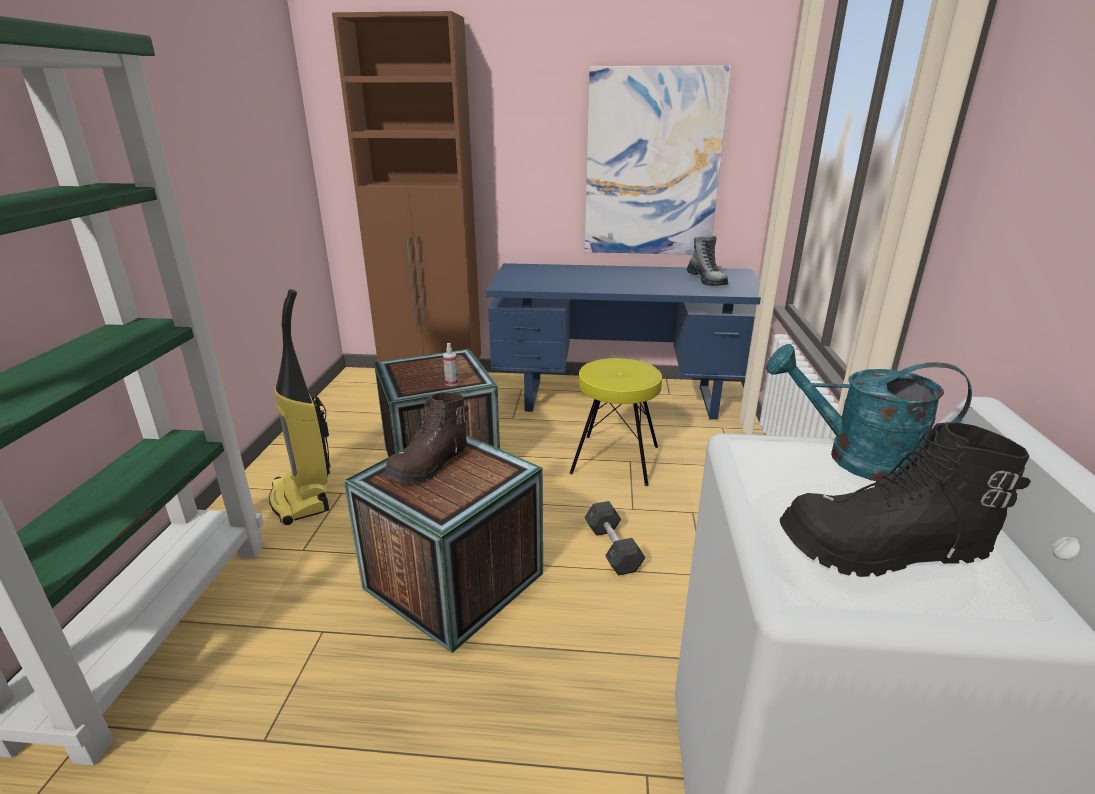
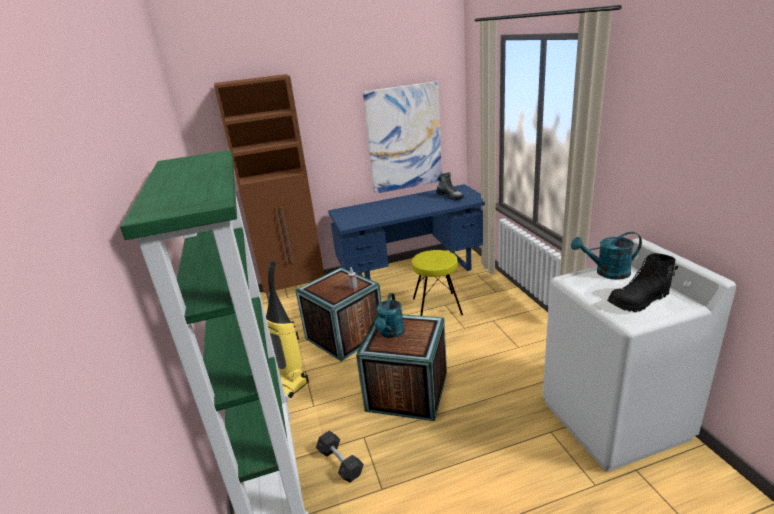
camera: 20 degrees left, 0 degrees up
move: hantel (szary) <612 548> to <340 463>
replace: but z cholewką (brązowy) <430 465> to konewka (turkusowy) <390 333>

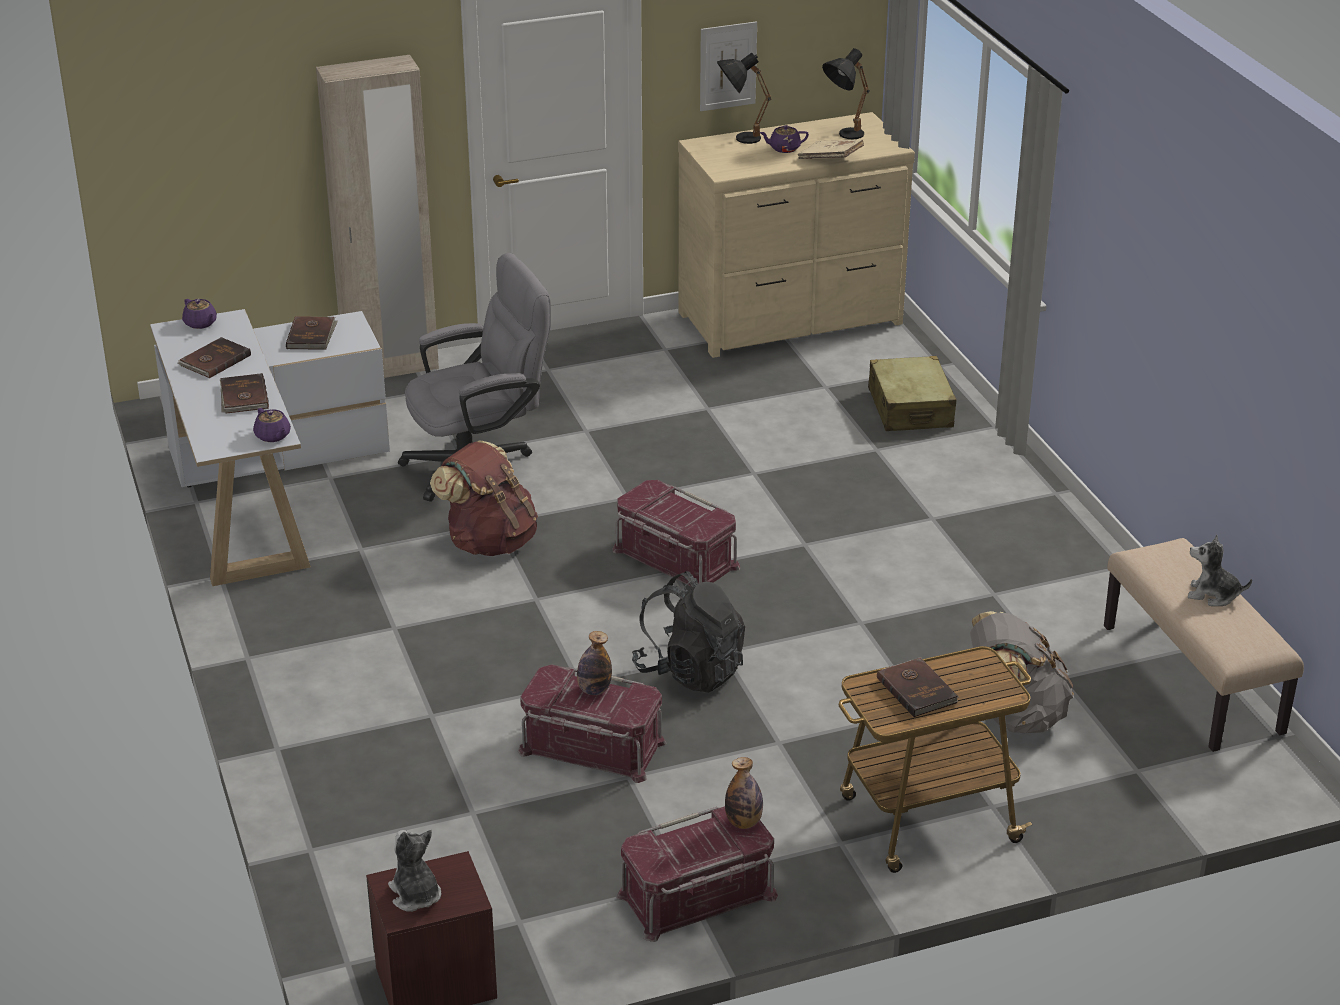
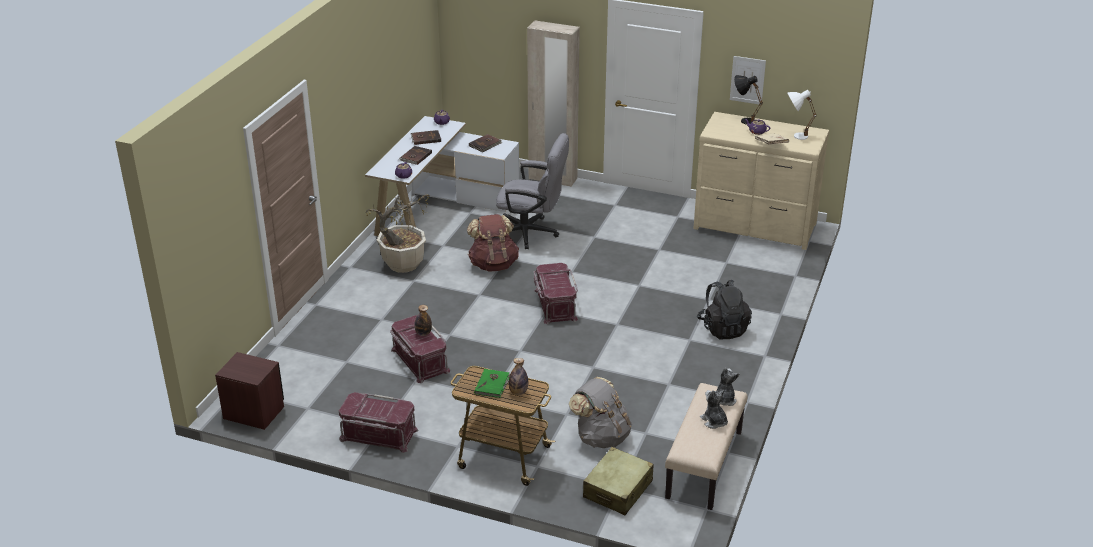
camera: 40 degrees right, 0 degrees up
insert: roślina doniczkowa <403 264>
move: butelka <743 822> to <518 392>; walizka (beżowy) <910 408> to <618 489>; plecak (czarny) <690 671> to <723 328>; pluszak <415 895> to <724 399>
recolor: książka (brązowy) <917 689> to książka (zielony) <493 385>; lampa stołowa (czarny) <843 136> to lampa stołowa (biały) <795 136>

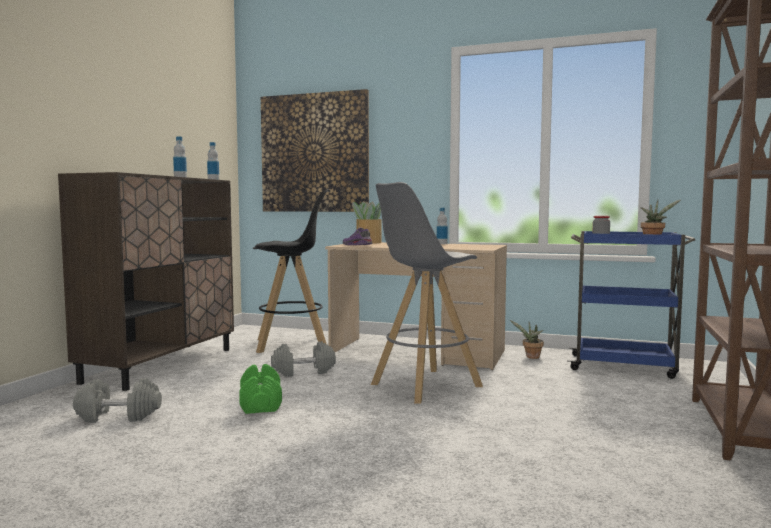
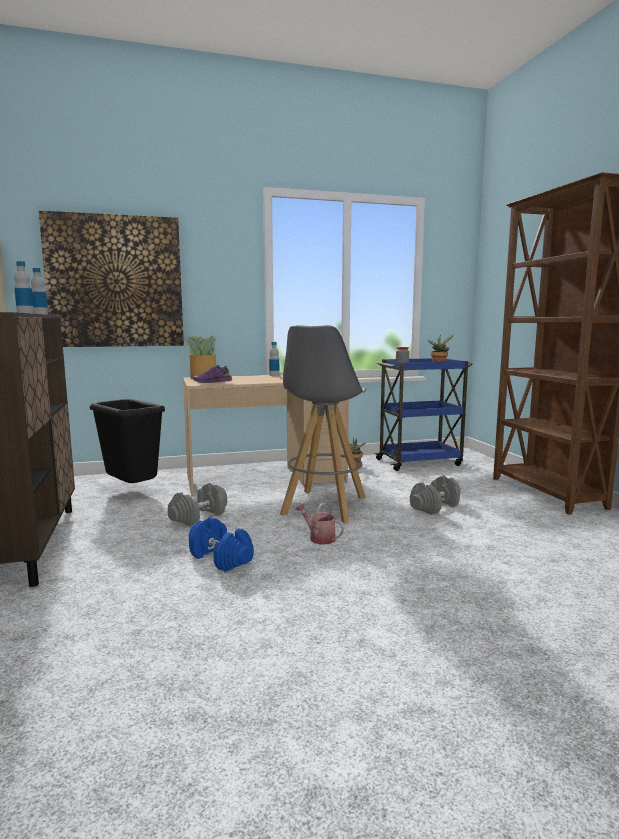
camera: 35 degrees left, 5 degrees up
insert: konewka <319 538>
move: hantel (szary) <118 416> to <435 507>
replace: stołek (czarny) <293 344> to kosz na śmieci (czarny) <132 491>
recolor: hantel (zielony) <261 404> to hantel (niebieski) <221 558>

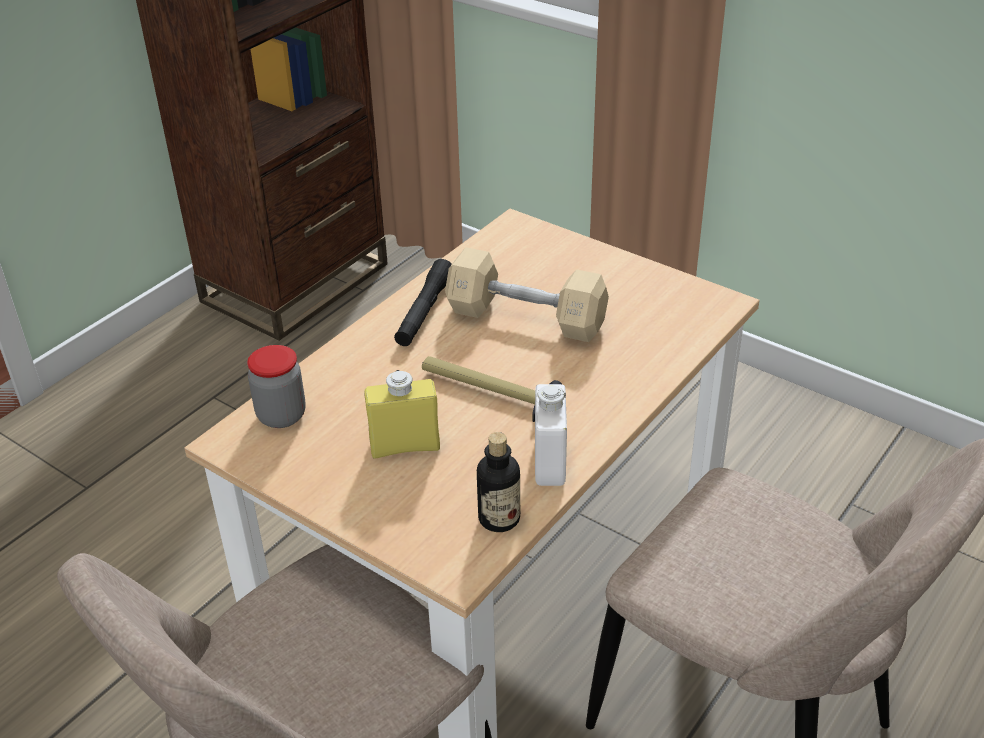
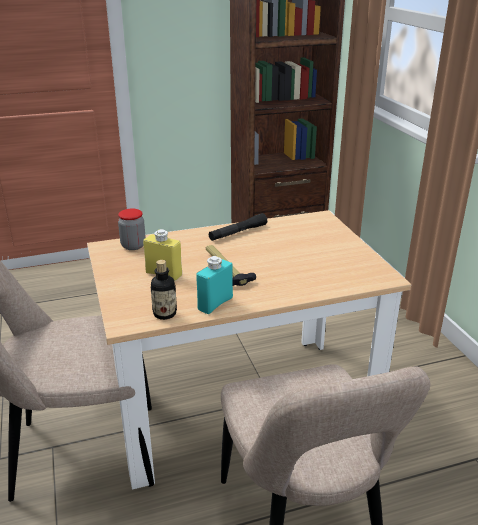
camera: 35 degrees right, 10 degrees down
delete: hantel (beżowy) <526 317>
recolor: butelka (biały) <549 461> to butelka (turkusowy) <215 303>

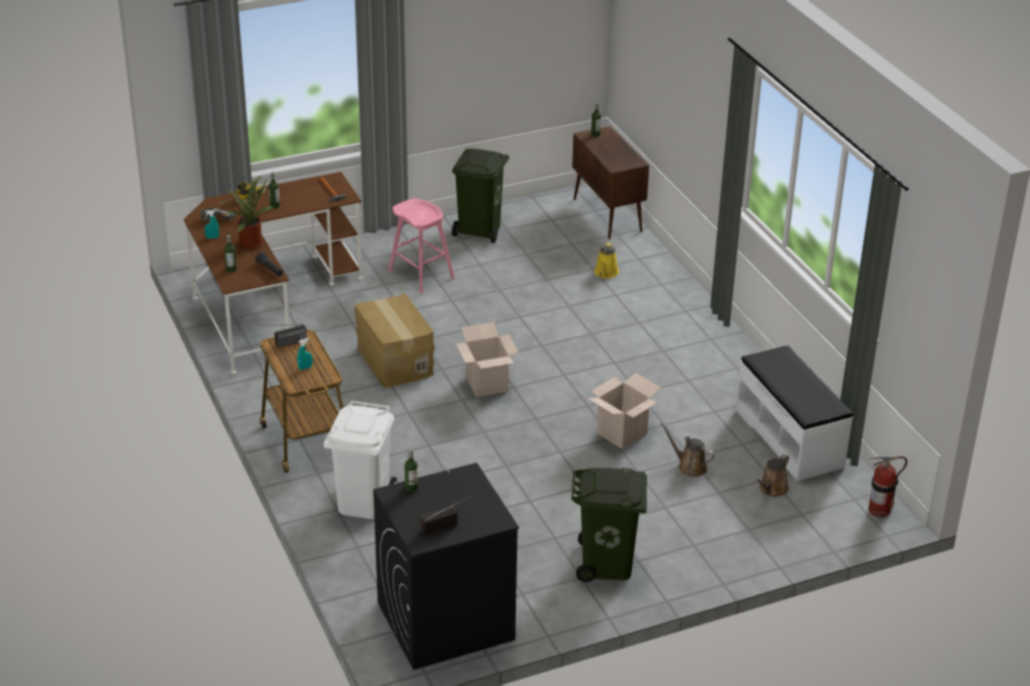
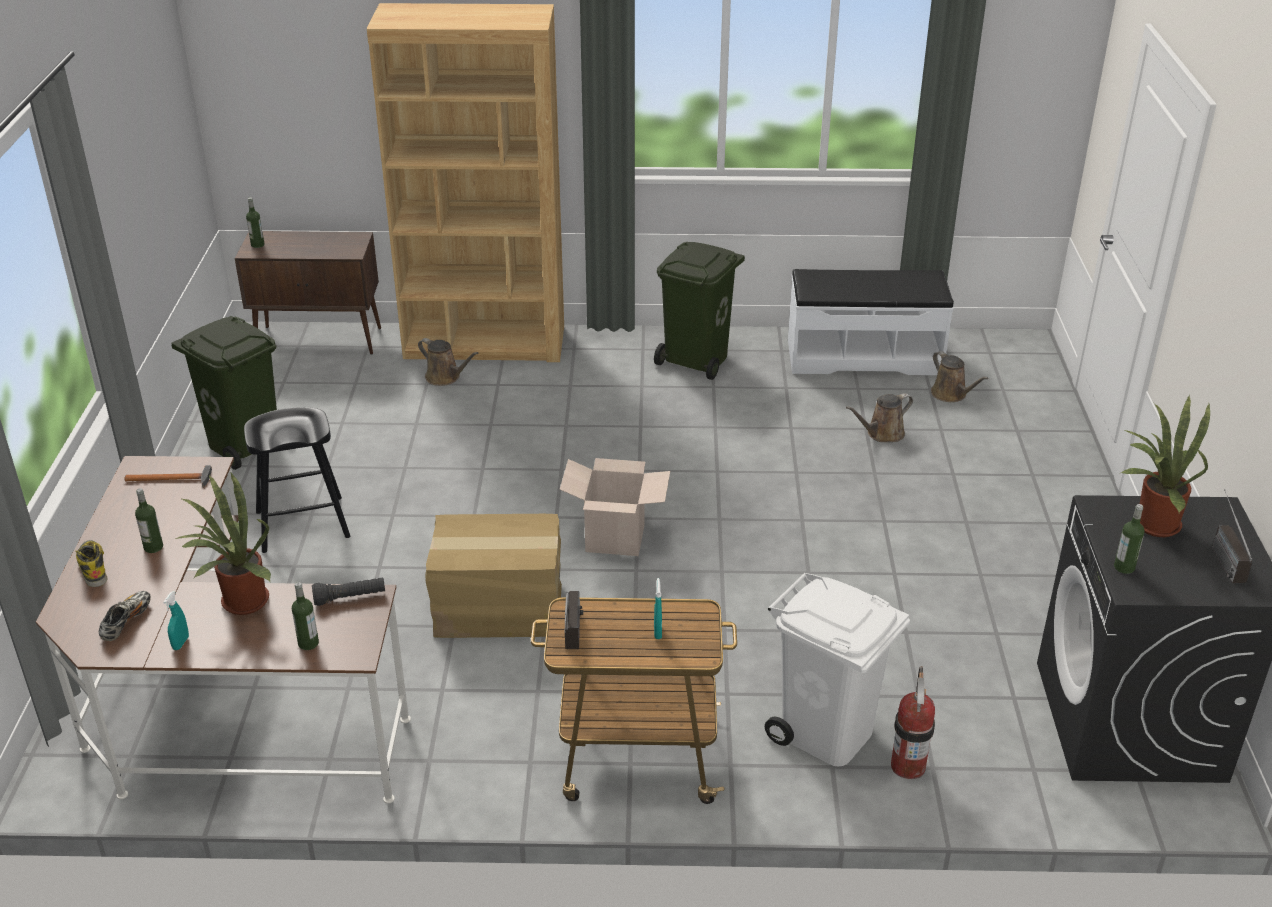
camera: 65 degrees left, 0 degrees up
delete: karton <622 433>
insert: regał (brązowy) <485 343>; roślina doniczkowa <1151 523>
move: kosz na śmieci (zielony) <607 565> to <697 360>; gaśnica <879 510> to <908 766>
recolor: stołek (różowy) <421 275> to stołek (czarny) <302 525>; konewka (żółty) <606 273> to konewka (brązowy) <445 377>

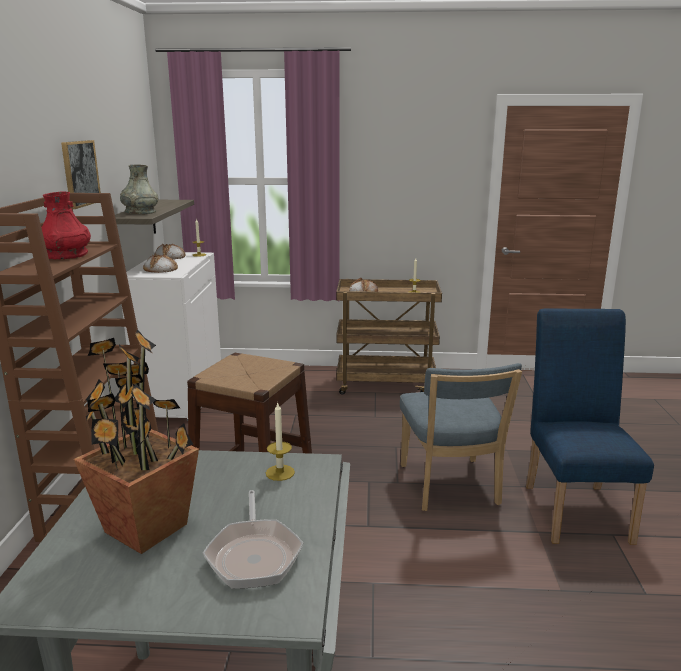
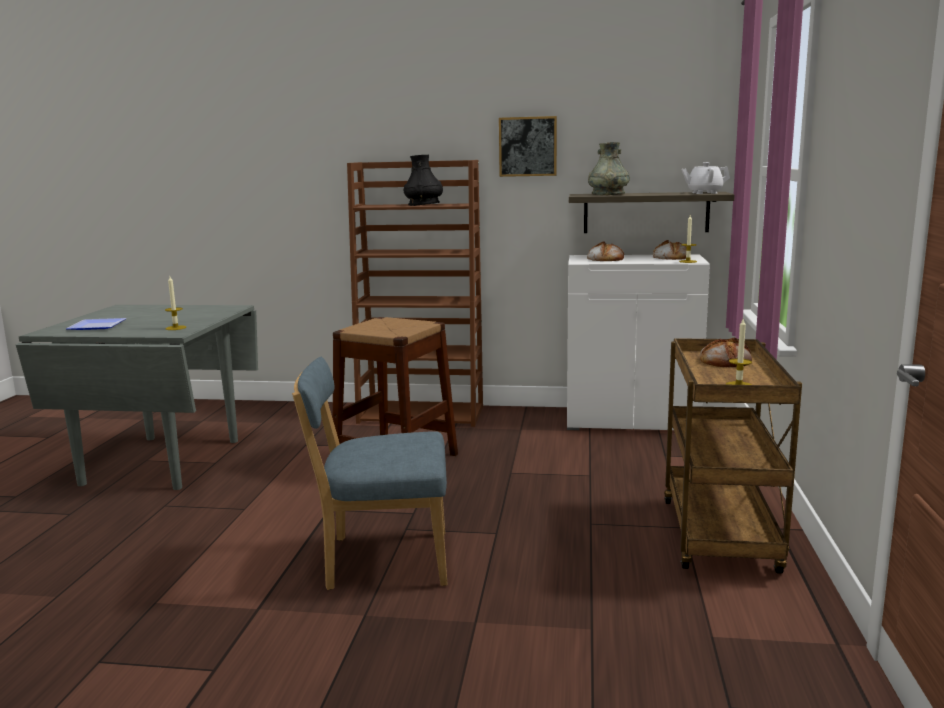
camera: 95 degrees right, 5 degrees down
delete: roślina doniczkowa <145 529>; krzesło (niebieski) <575 507>
insert: imbryk (biały) <704 193>
replace: patelnia <254 554> to talerz <98 327>
recolor: wazon (czerwony) <66 255> to wazon (czarny) <424 205>

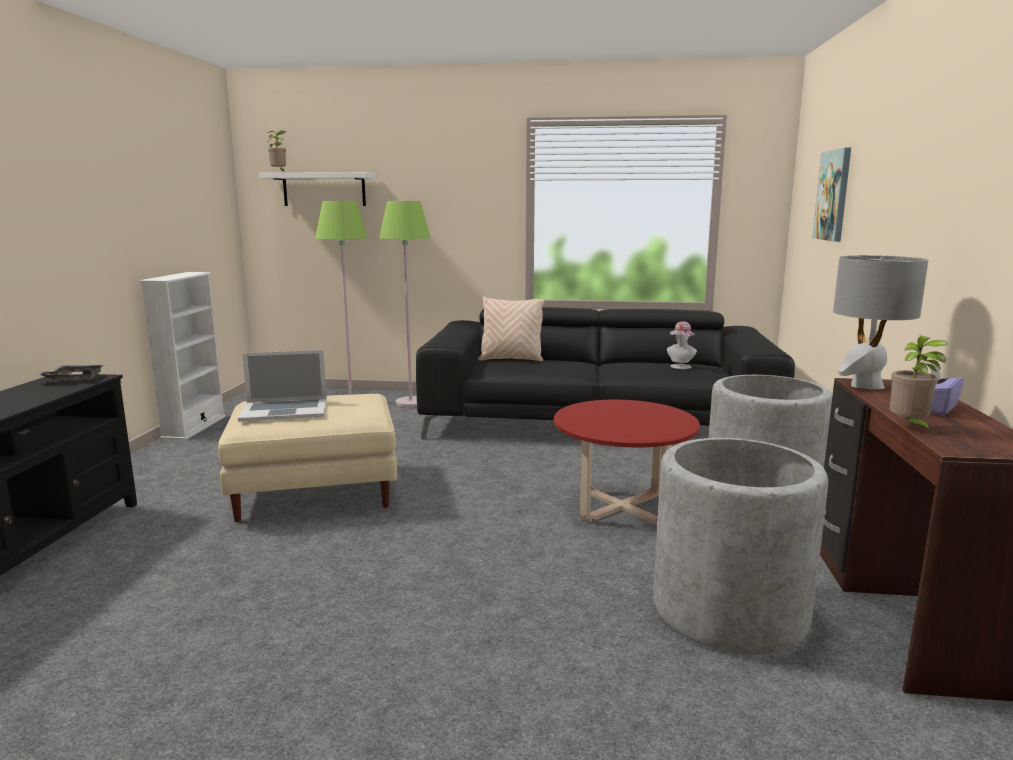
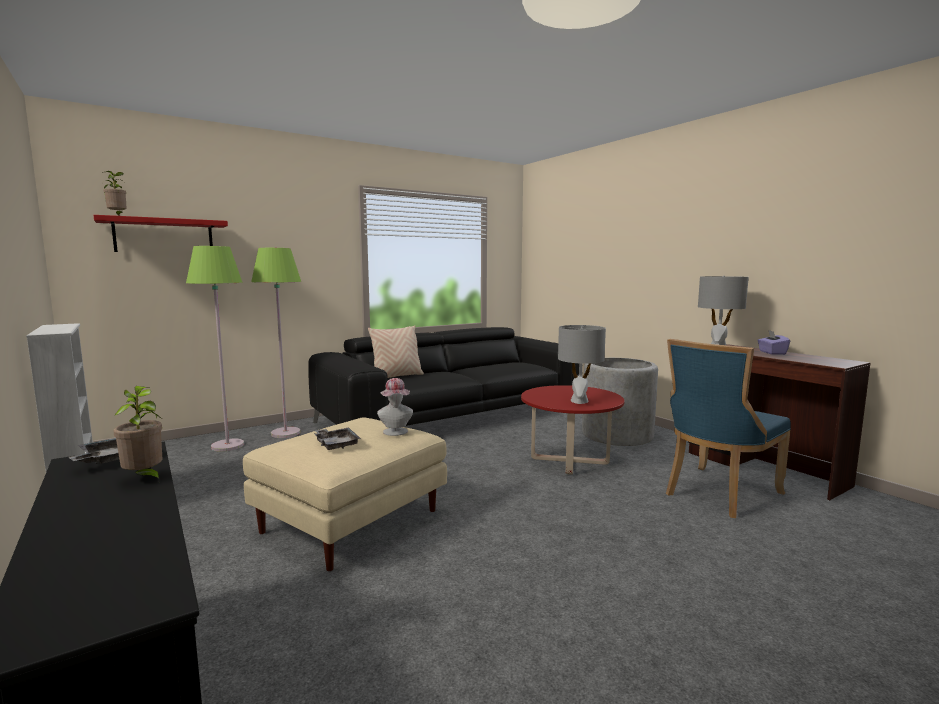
camera: 40 degrees left, 5 degrees down
delete: obraz <833 195>
insert: lampa stołowa (szary) <579 401>
move: roślina doniczkowa <909 427> to <144 478>; kapelusz <680 367> to <396 432>
replace: laptop <284 410> to taca (szary) <336 444>; donica (szary) <728 610> to krzesło (niebieski) <718 494>
recolor: półka (biały) <324 189> to półka (czerwony) <164 236>

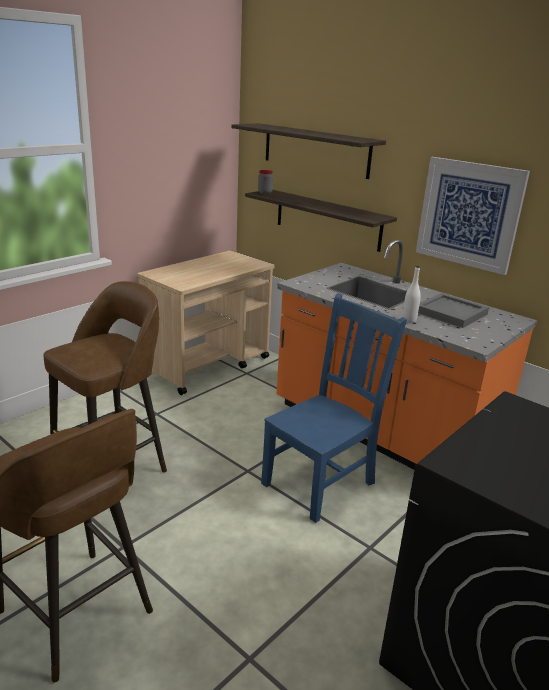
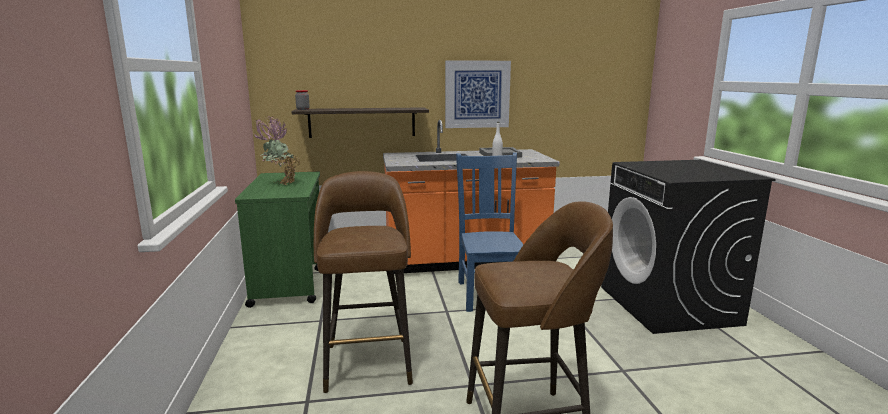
camera: 50 degrees left, 10 degrees down
delete: półka <315 150>
insert: roślina doniczkowa <280 183>
recolor: wózek (beżowy) <208 365> to wózek (zielony) <290 280>

